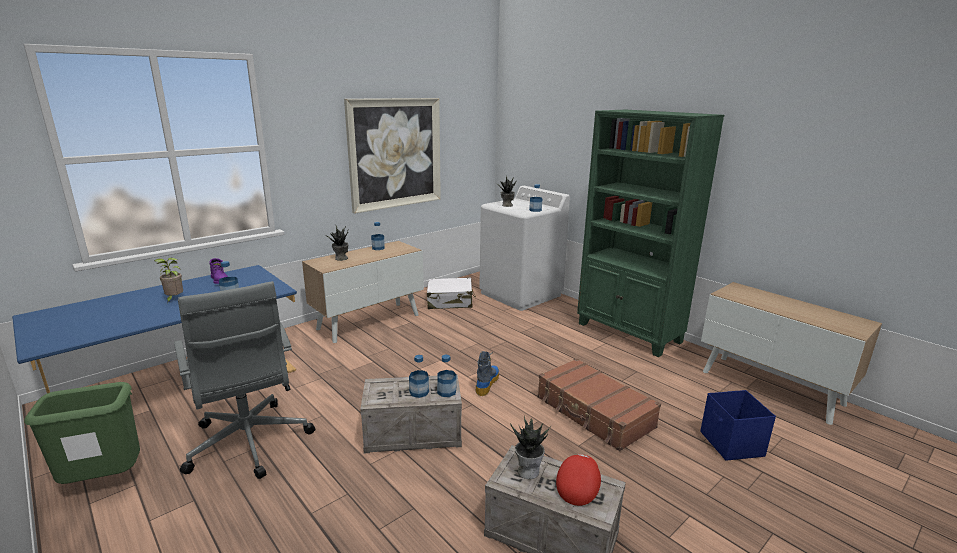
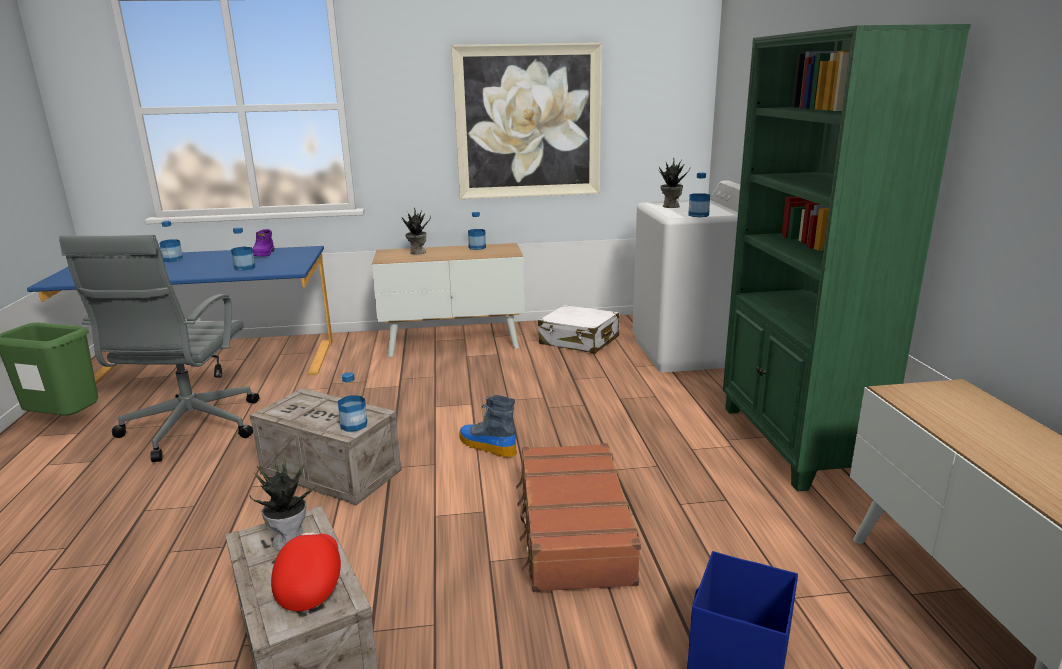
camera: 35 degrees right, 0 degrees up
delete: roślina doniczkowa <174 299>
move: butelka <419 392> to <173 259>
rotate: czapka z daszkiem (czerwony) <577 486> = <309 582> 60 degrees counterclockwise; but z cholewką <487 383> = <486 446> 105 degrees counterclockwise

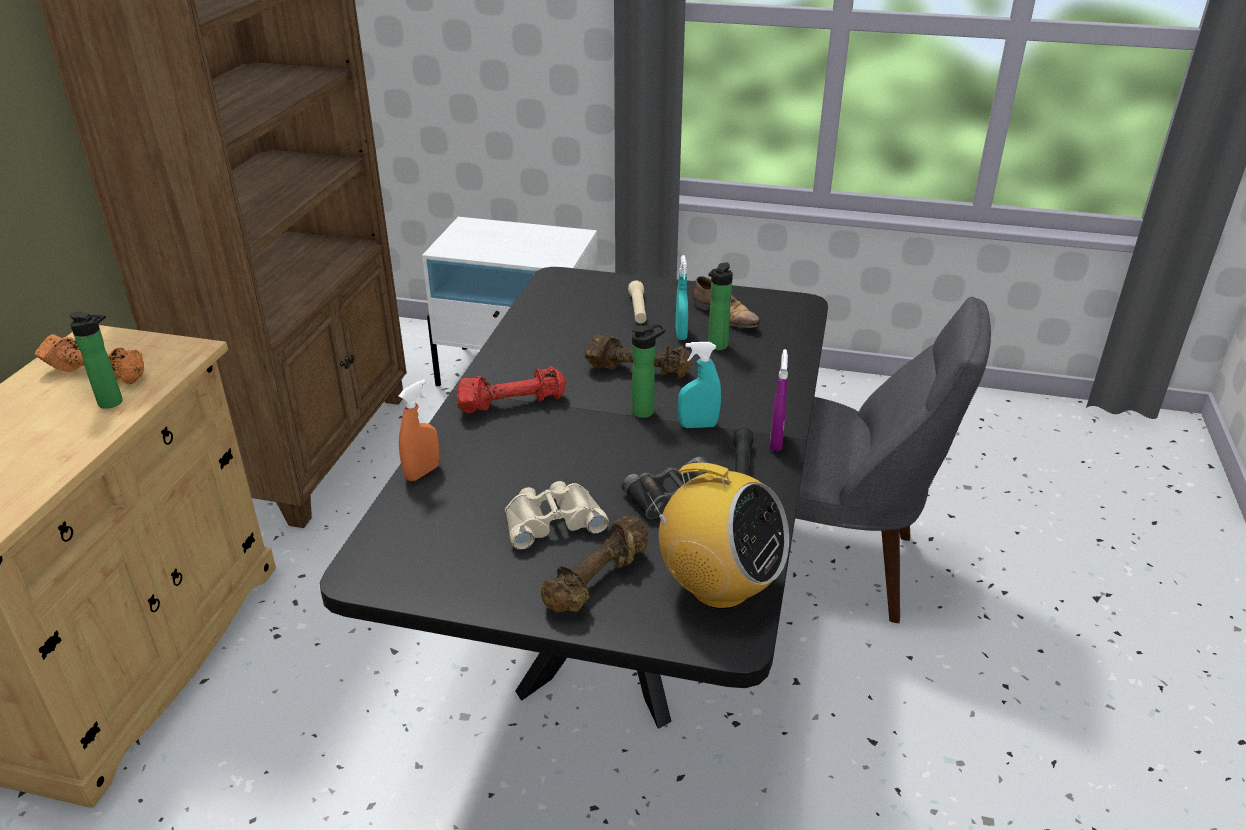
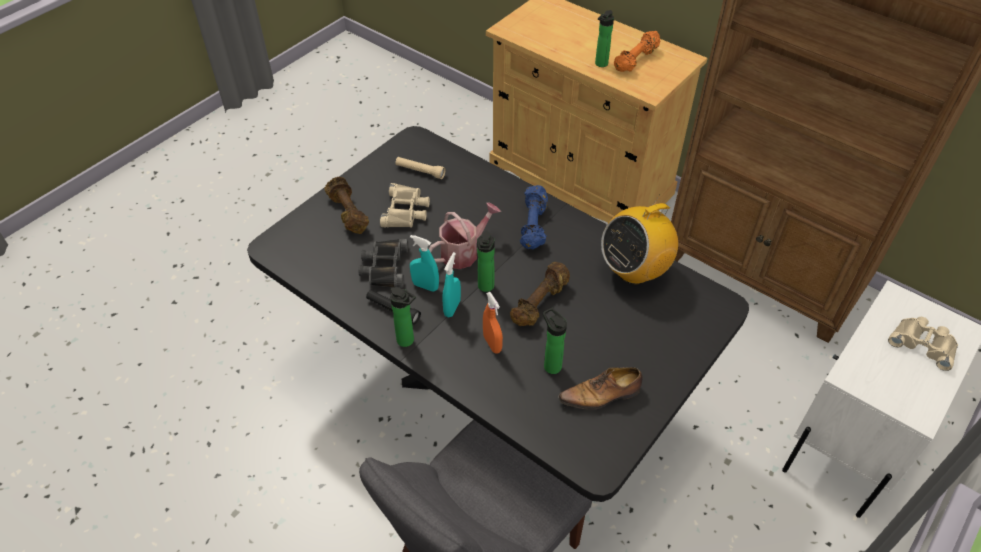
camera: 115 degrees right, 15 degrees up
insert: konewka <464 252>; lornetka (beżowy) <923 344>
move: latarka (beżowy) <638 309> to <420 171>; spryskiwacz (turkusowy) <681 334> to <425 286>; spryskiwacz (pomarańczowy) <422 472> to <492 344>; radio <718 587> to <634 270>
replace: spryskiwacz (fioletowy) <776 441> to butelka <407 341>
recolor: hantel (czerwony) <511 403> to hantel (niebieski) <534 226>

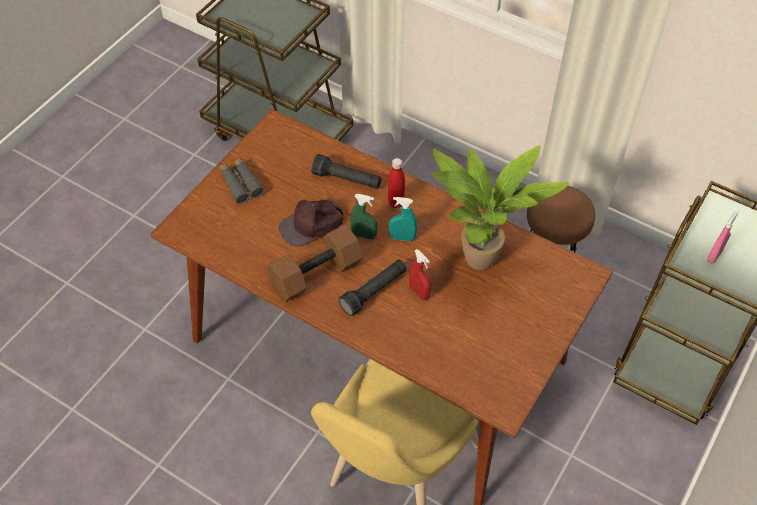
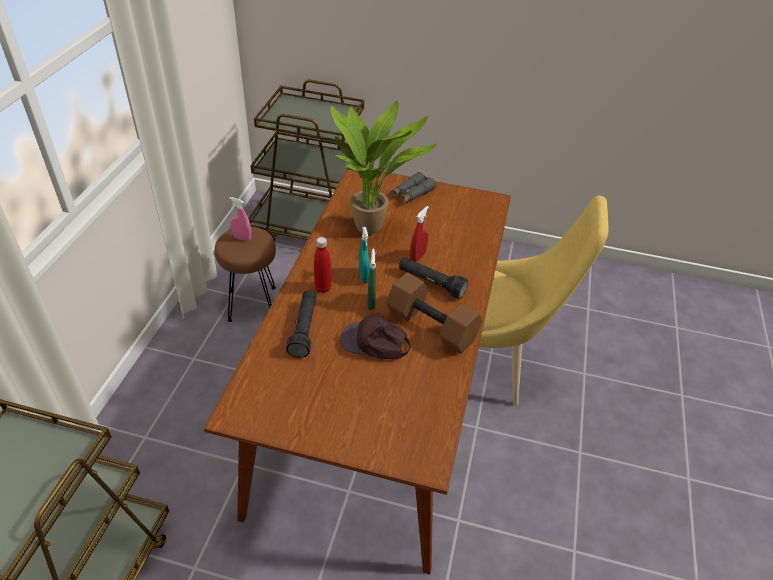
camera: 110 degrees left, 10 degrees down
move: spryskiwacz (różowy) <714 255> to <242 238>; lornetka (szary) <240 184> to <411 193>
rotate: czapka z daszkiem (brązowy) <311 225> = <375 343> 150 degrees clockwise

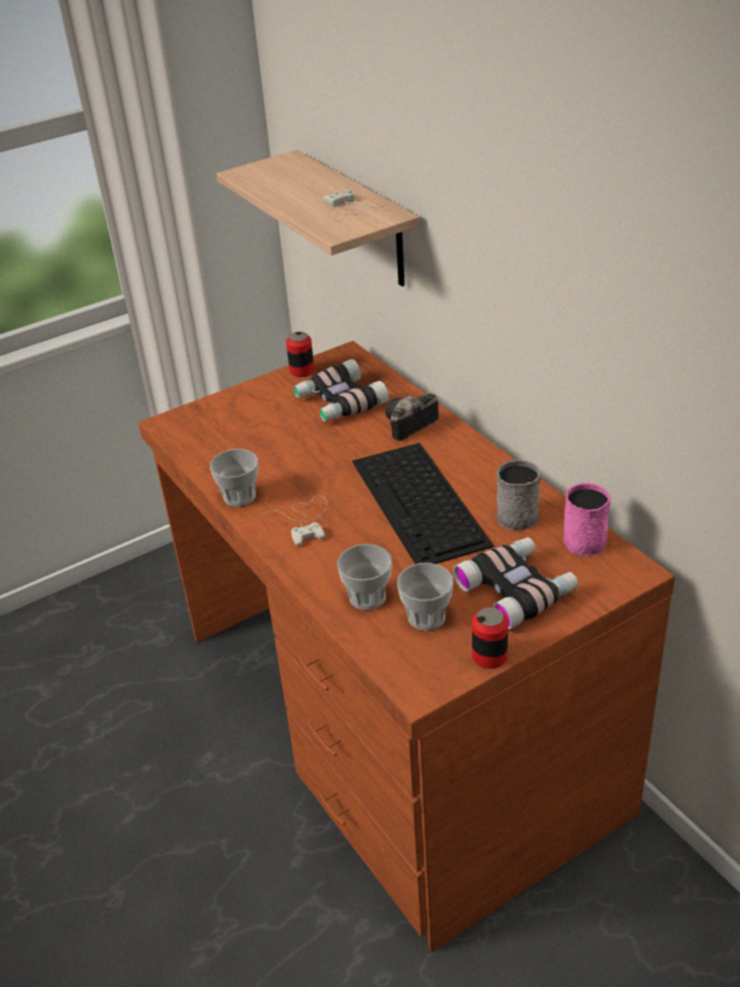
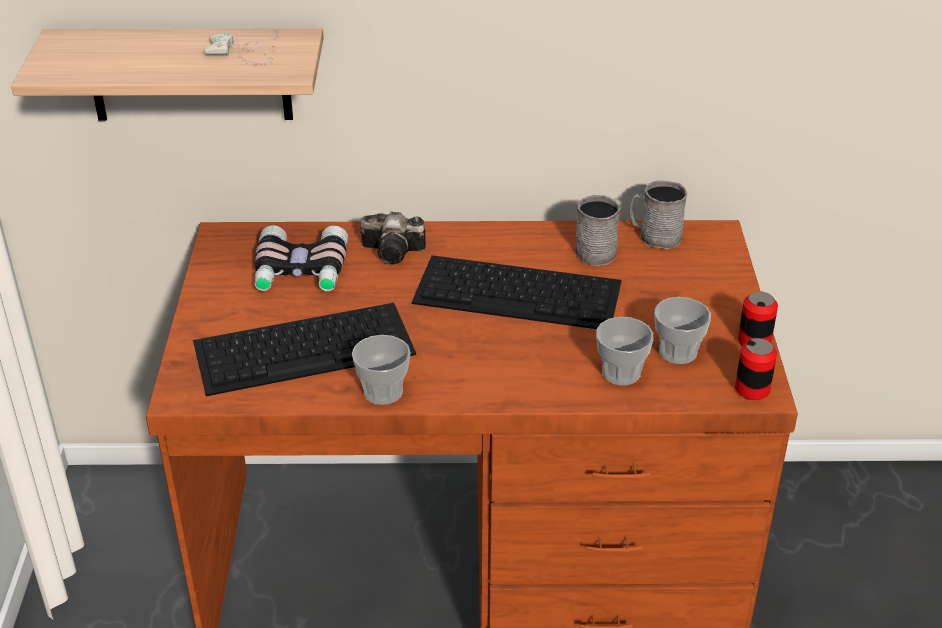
camera: 60 degrees left, 0 degrees up
delete: pad do gier (biały) <304 520>; lornetka <517 589>
insert: klawiatura <306 347>
move: puszka <302 371> to <752 389>
recolor: kubek (różowy) <582 537> to kubek (szary) <654 236>
rotate: aparat fotograficzny <408 426> = <395 251> 75 degrees counterclockwise

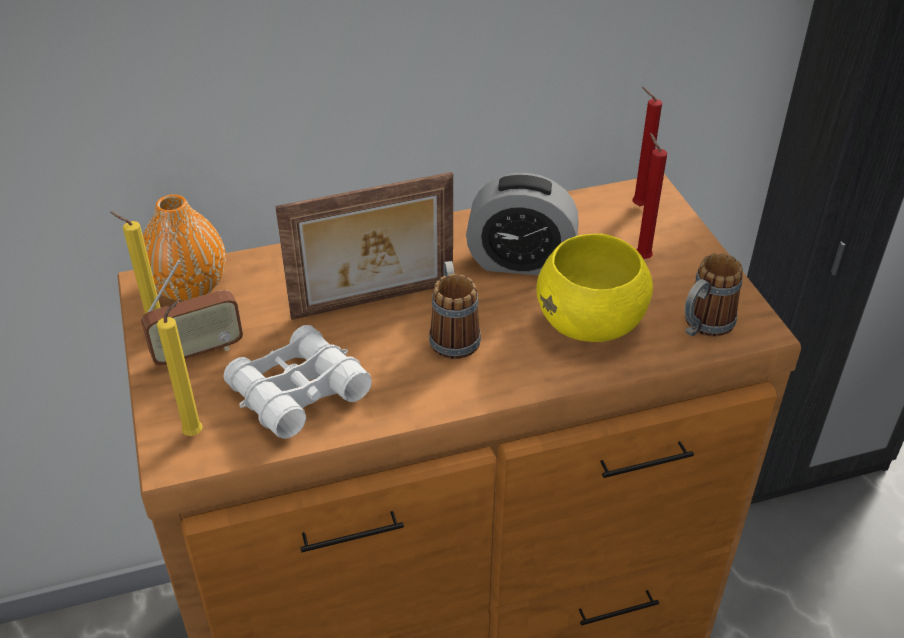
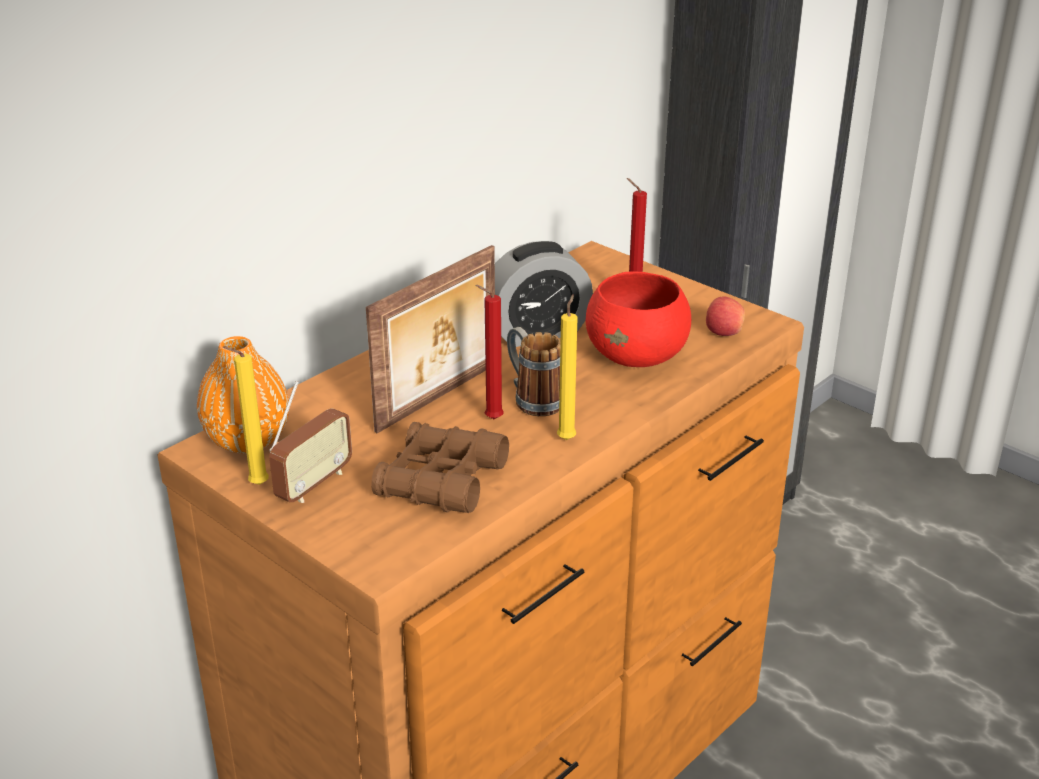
camera: 30 degrees left, 10 degrees down
move: świeca (czerwony) <637 205> to <490 419>; świeca (żółty) <196 432> to <567 438>
replace: kubek <702 327> to jabłko <723 333>
recolor: lornetka (biały) <298 392> to lornetka (brązowy) <441 481>; miska (żółty) <591 323> to miska (czerwony) <637 357>

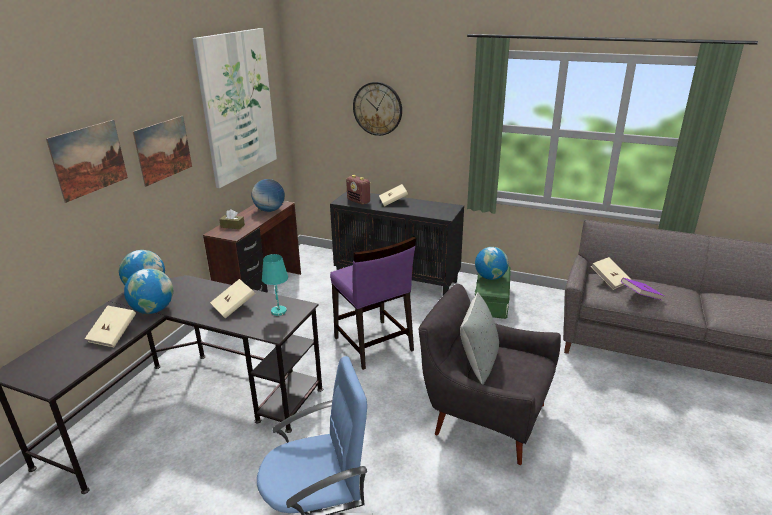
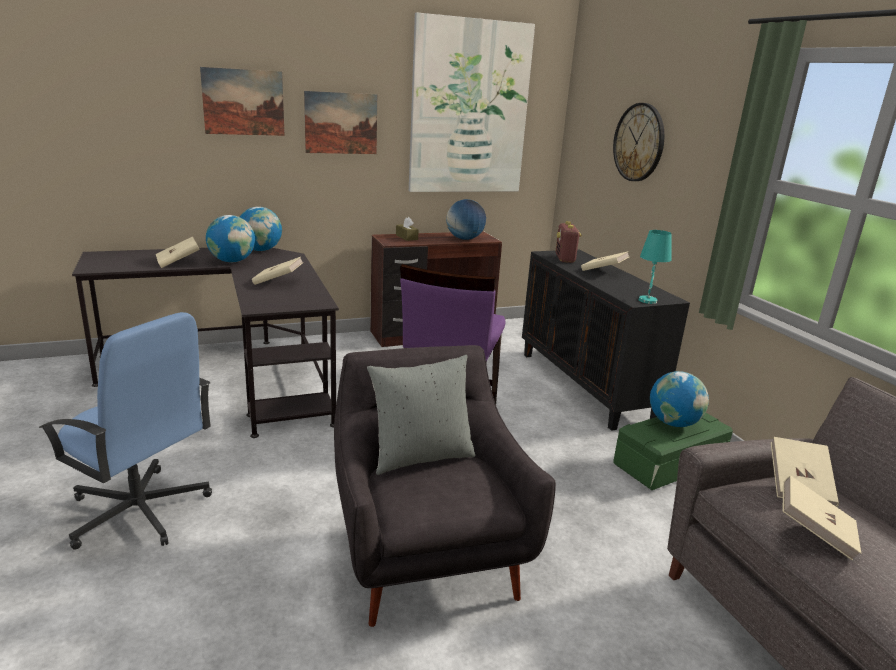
camera: 45 degrees right, 5 degrees down
move: lampa stołowa (turkusowy) <278 311> to <647 300>
recolor: książka (fioletowy) <640 296> to książka (beżowy) <814 532>

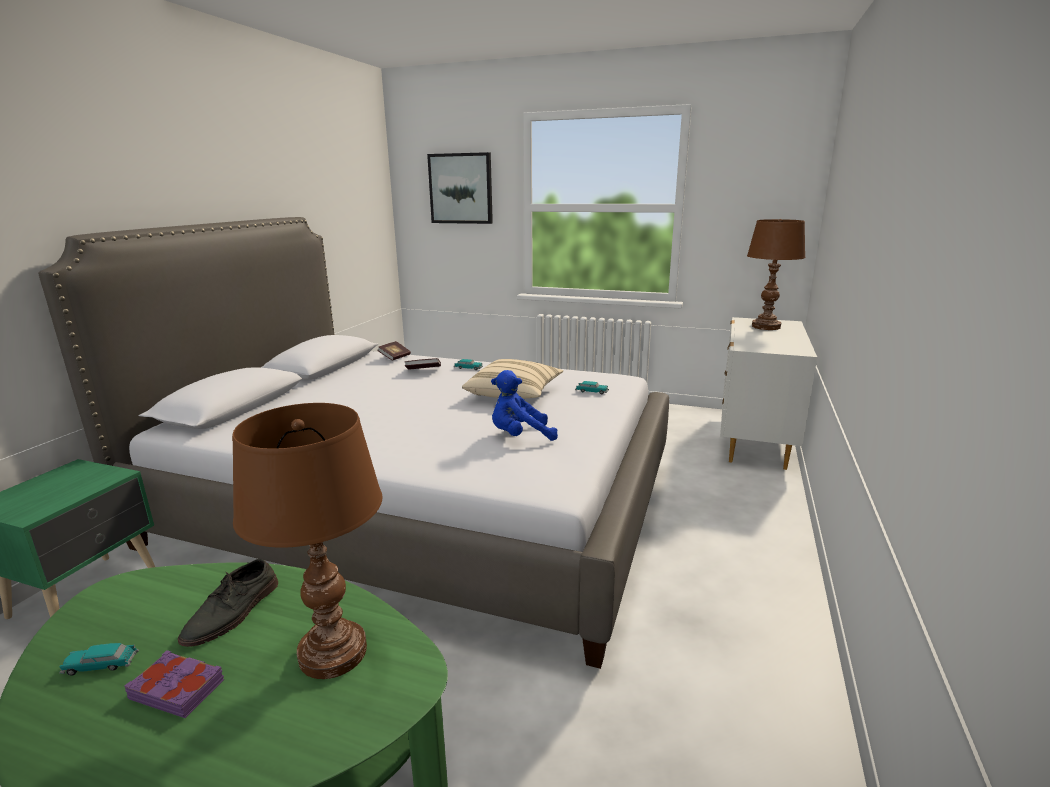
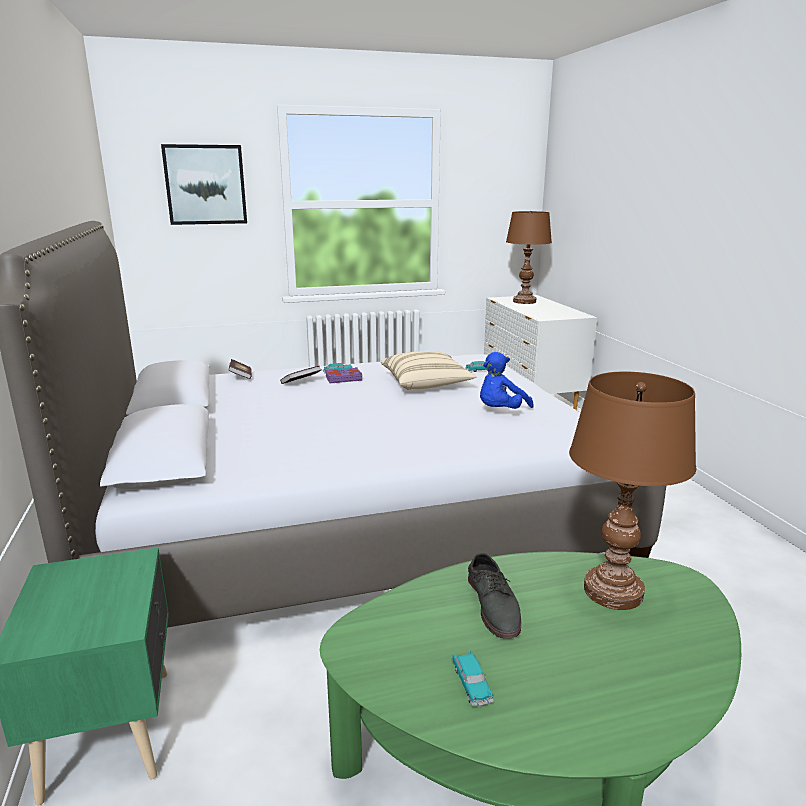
camera: 35 degrees left, 0 degrees up
move: książka (fioletowy) <178 688> to <343 379>
rotate: samochodzik <100 664> = <471 683> 60 degrees counterclockwise

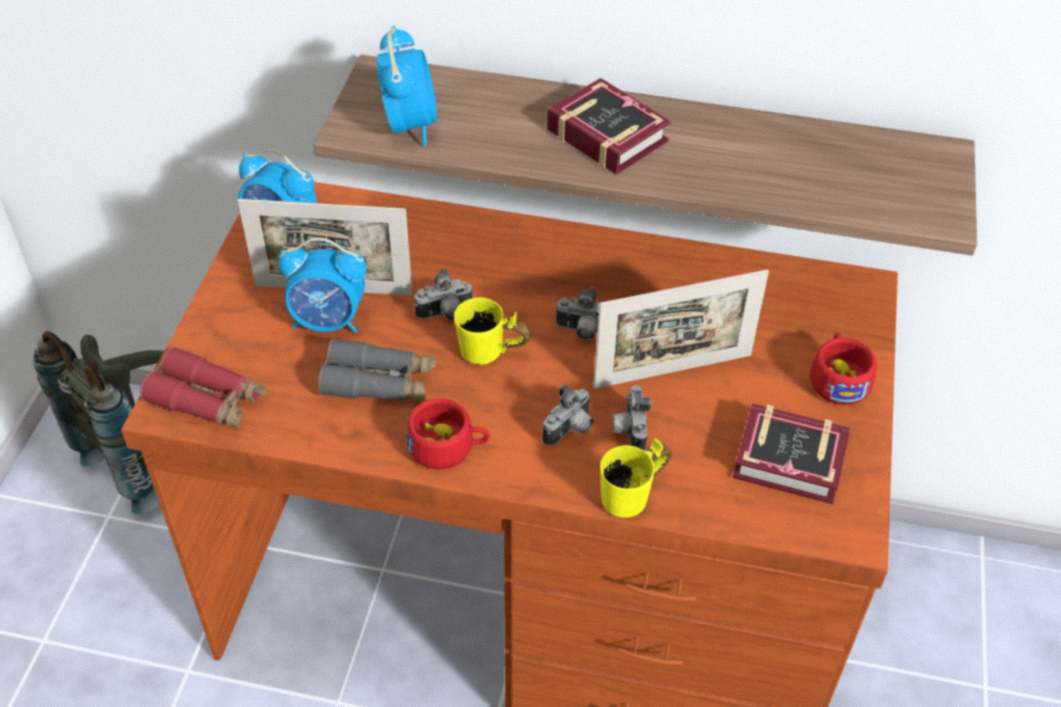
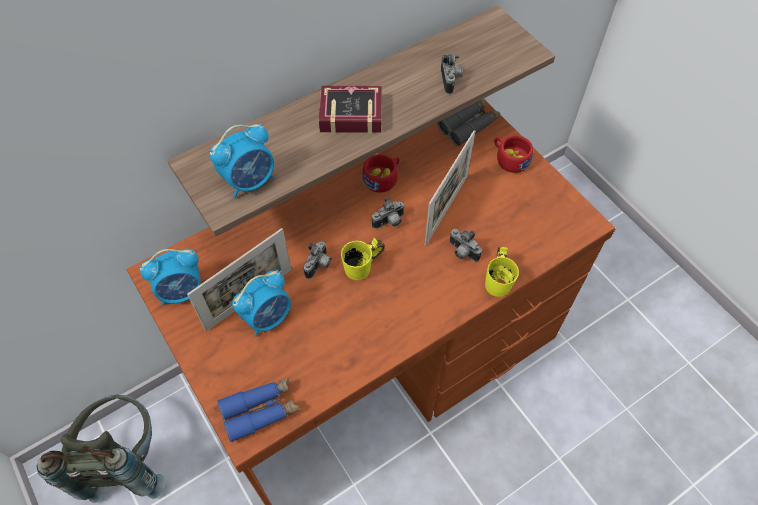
camera: 45 degrees left, 10 degrees up
delete: książka <793 464>
move: filiżanka (czerwony) <448 447> to <383 178>; lornetka (szary) <379 382> to <469 126>; aparat fotograficzny <570 430> to <451 81>
recolor: lornetka (czerwony) <207 400> to lornetka (niebieski) <260 411>
rotate: budzik <410 125> = <250 181> 105 degrees clockwise

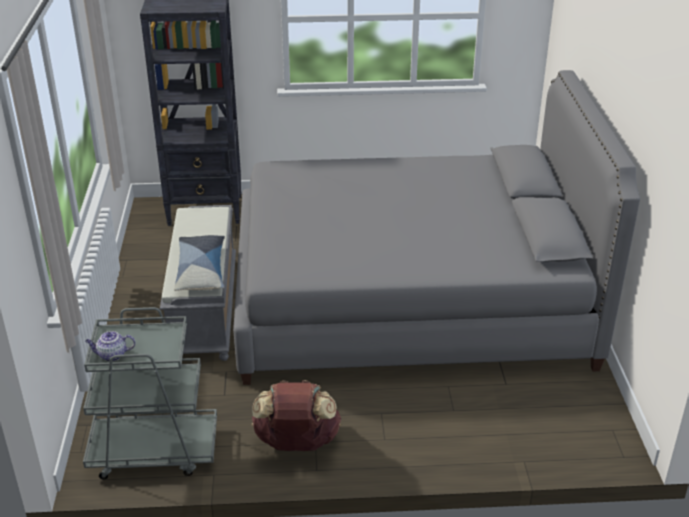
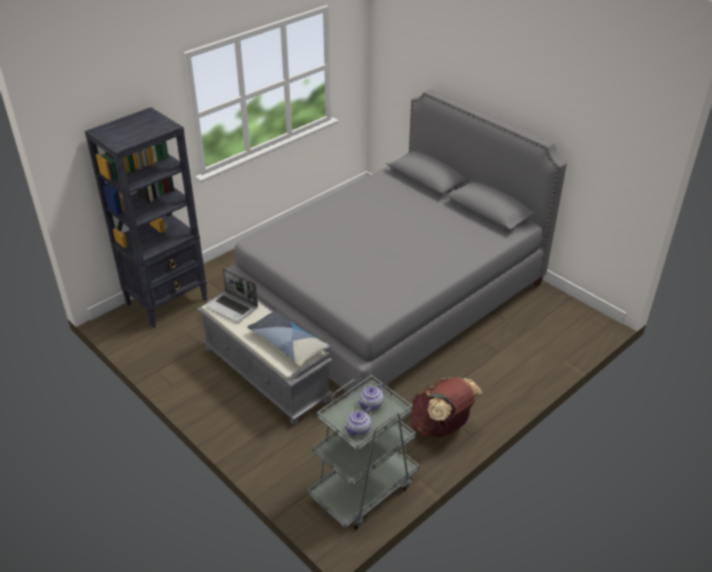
camera: 40 degrees left, 5 degrees up
insert: laptop <232 307>; imbryk <371 404>

